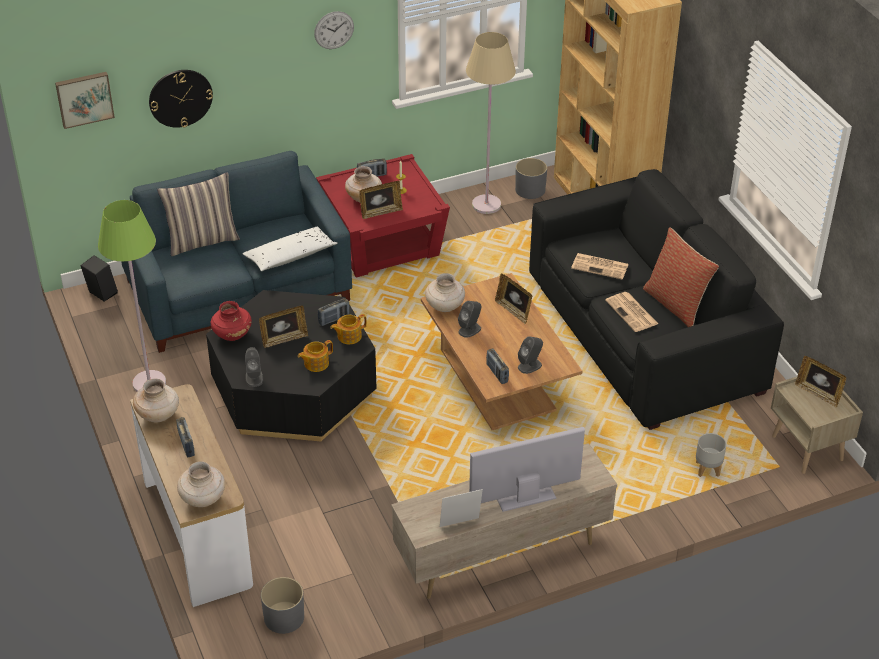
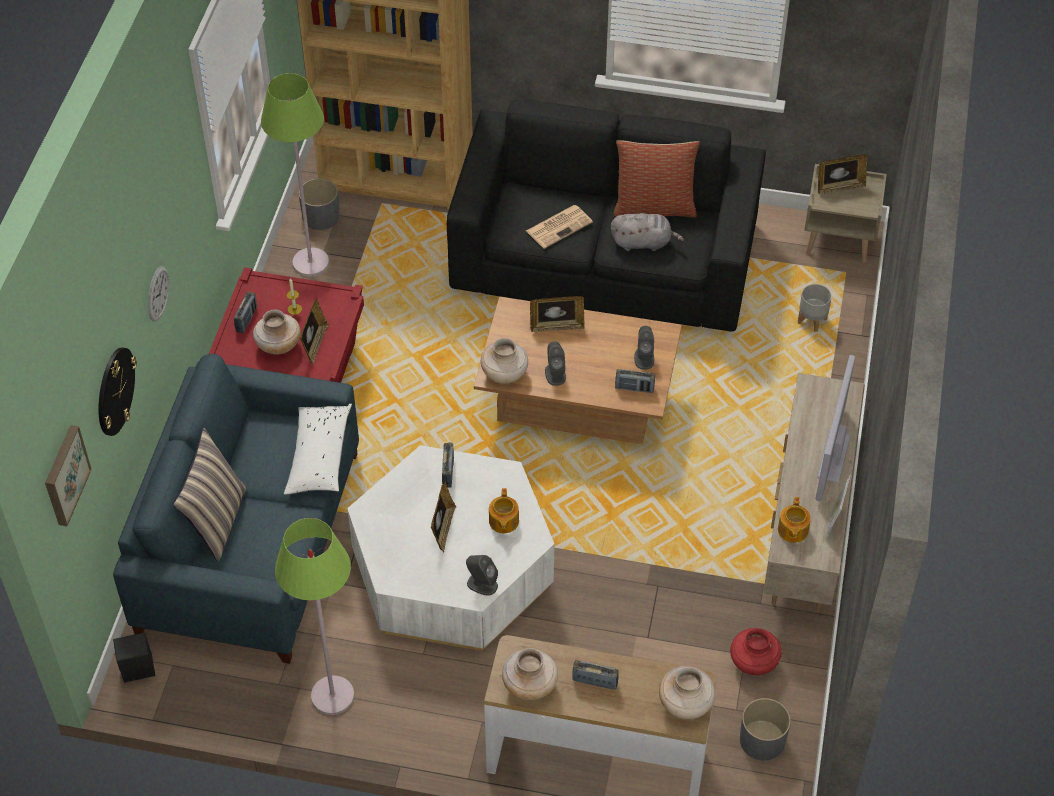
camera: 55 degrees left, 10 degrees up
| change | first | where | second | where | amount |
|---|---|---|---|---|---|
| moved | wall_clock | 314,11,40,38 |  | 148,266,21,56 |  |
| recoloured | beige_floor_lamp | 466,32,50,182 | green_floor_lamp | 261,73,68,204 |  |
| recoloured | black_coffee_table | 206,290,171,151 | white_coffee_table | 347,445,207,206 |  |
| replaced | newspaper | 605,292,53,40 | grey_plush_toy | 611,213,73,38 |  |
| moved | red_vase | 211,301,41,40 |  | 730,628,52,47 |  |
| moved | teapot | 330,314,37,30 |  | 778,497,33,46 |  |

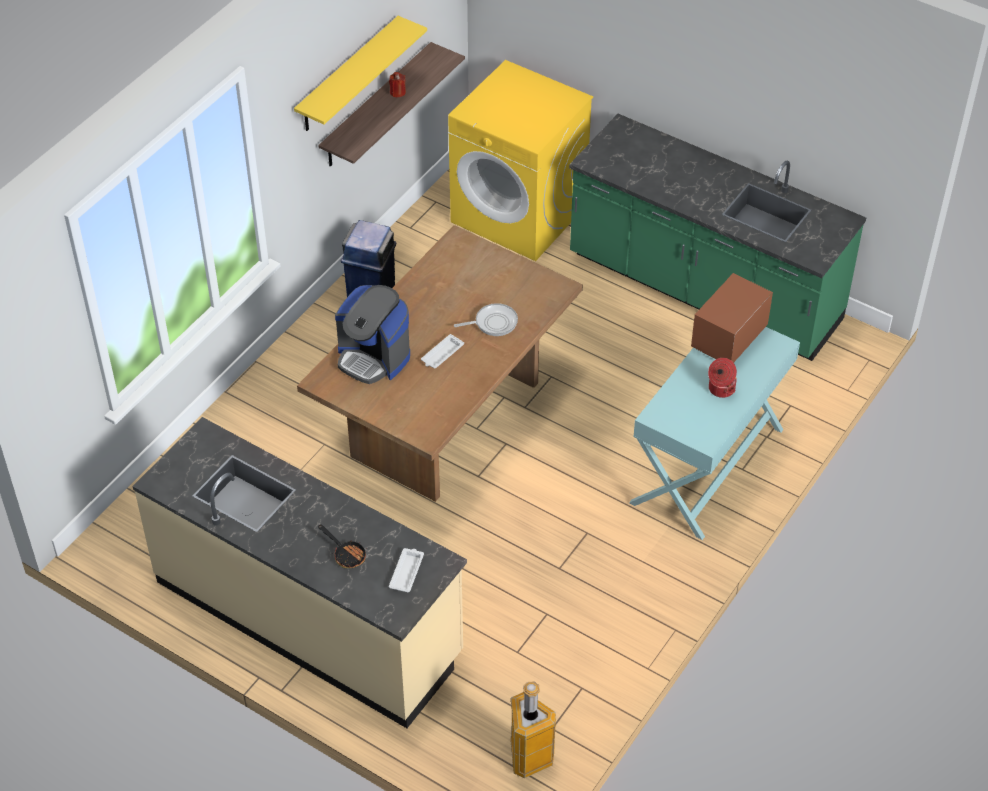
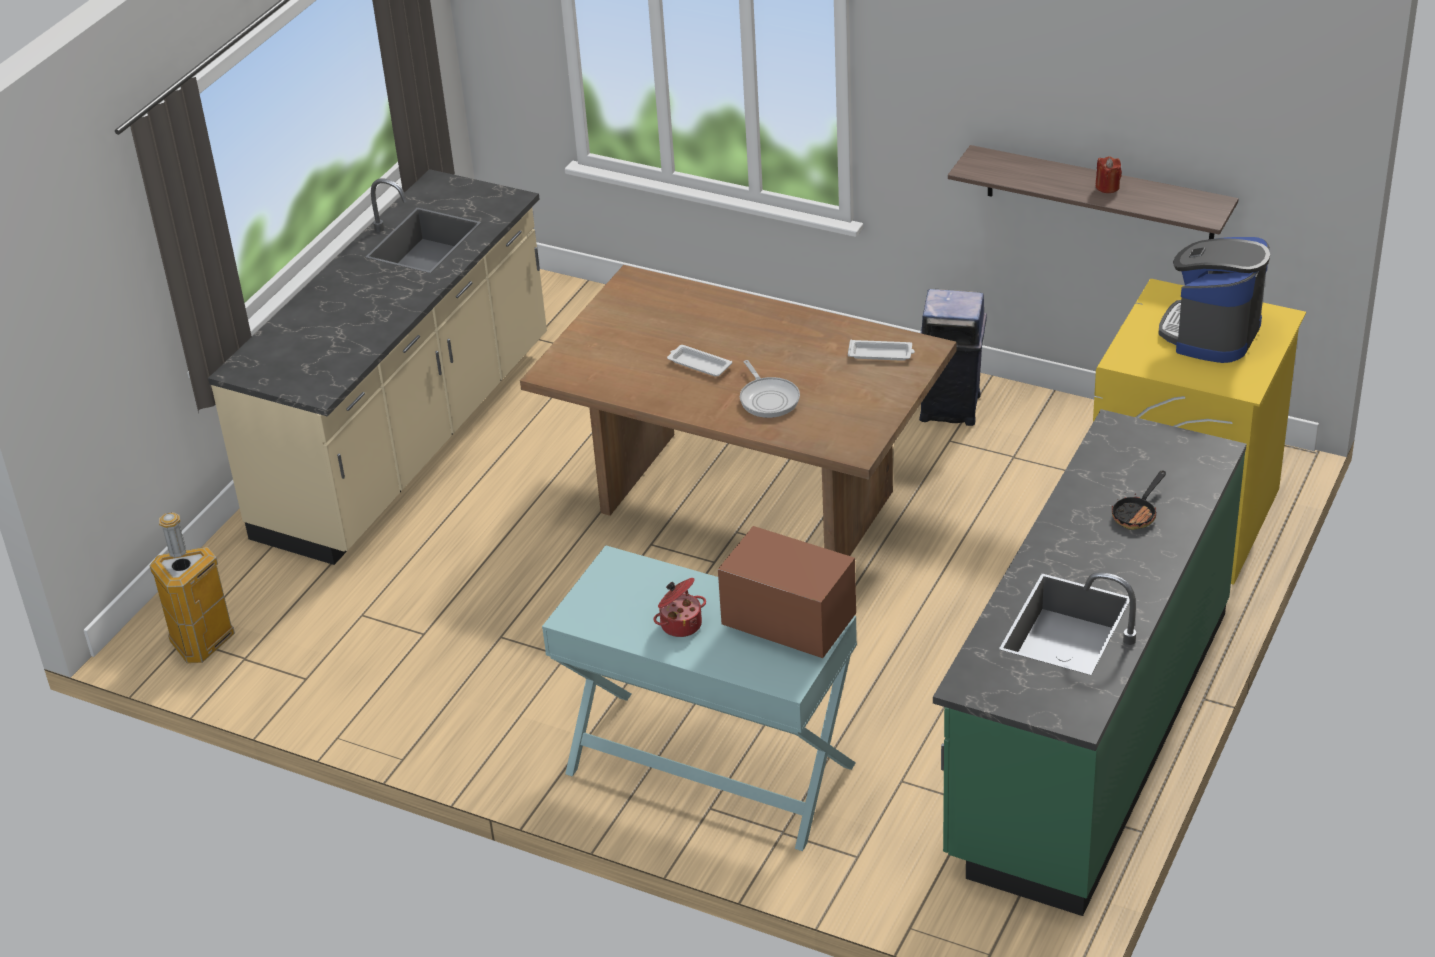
camera: 85 degrees right, 10 degrees down
| change | first | where | second | where | amount |
|---|---|---|---|---|---|
| removed | yellow_shelf | 294,16,133,115 |  |  |  |
| moved | coffee_machine | 335,285,75,99 |  | 1158,237,112,126 |  |
| moved | frying_pan | 318,524,48,44 |  | 1112,470,54,60 |  |
| moved | white_tray | 389,548,35,44 |  | 848,339,67,22 |  |

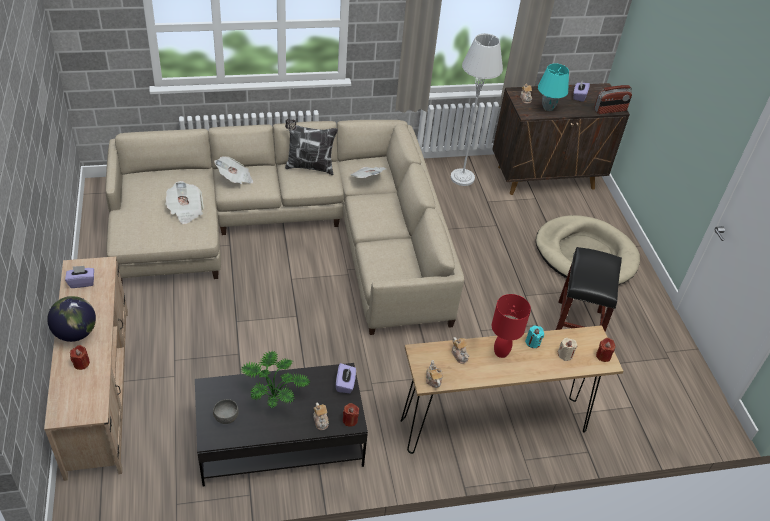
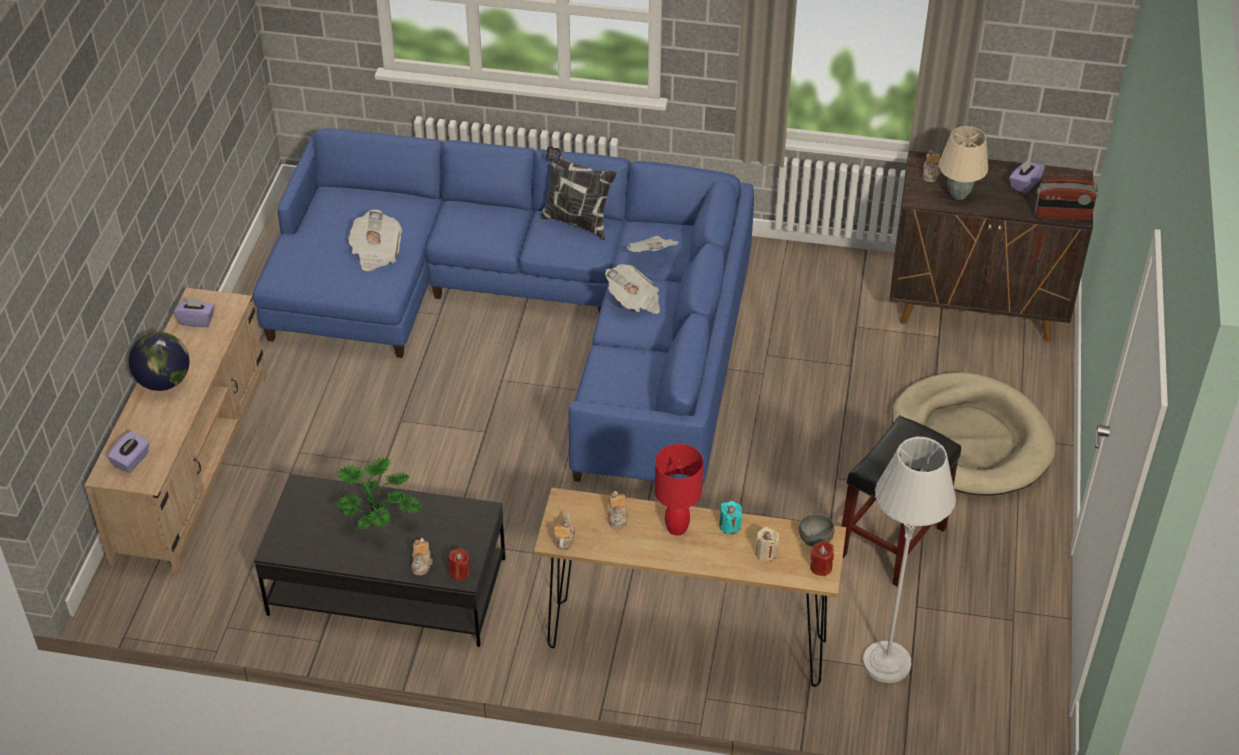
camera: 25 degrees right, 0 degrees up
| change | first | where | second | where | amount |
|---|---|---|---|---|---|
| moved | grey_floor_lamp | 451,33,52,153 |  | 863,437,93,246 |  |
| recoloured | turquoise_table_lamp | 538,64,31,47 | beige_table_lamp | 939,126,49,74 |  |
| recoloured | beige_sofa | 105,120,359,215 | blue_sofa | 253,128,501,357 |  |
| moved | newspaper | 214,156,40,28 |  | 605,264,55,50 |  |
| removed | red_candle | 70,345,20,25 |  |  |  |
| moved | purple_tissue_box | 336,363,20,30 |  | 107,431,43,42 |  |
| moved | grey_bowl | 213,399,26,25 |  | 799,514,35,33 |  |

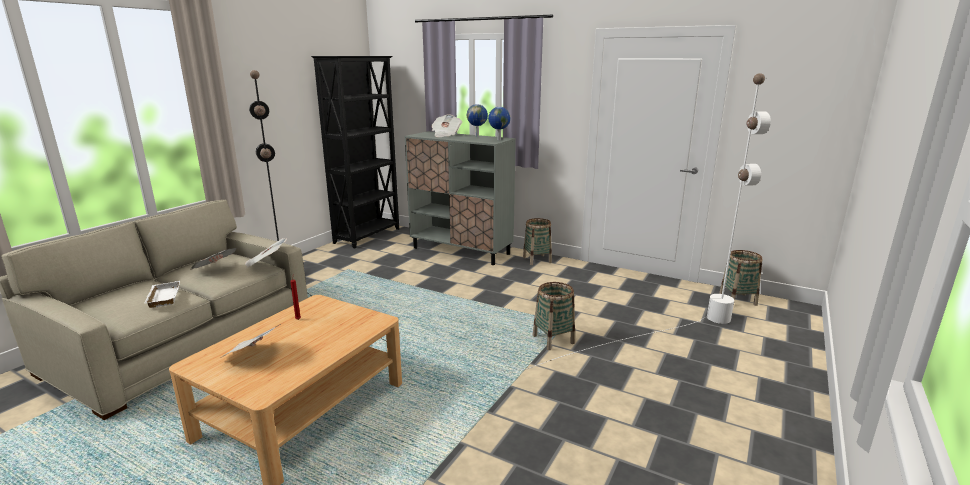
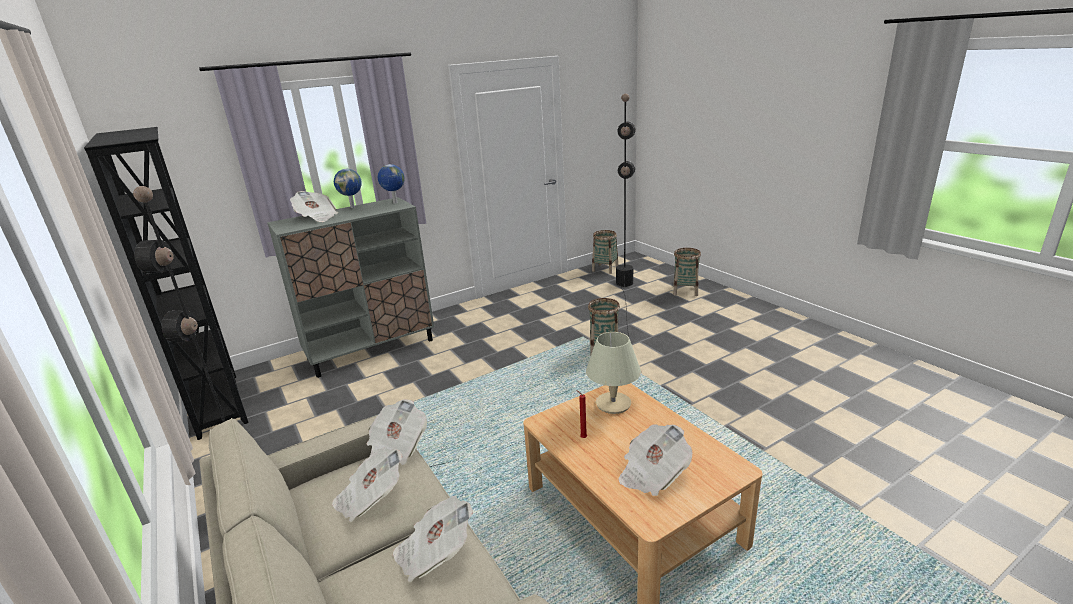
camera: 60 degrees left, 5 degrees up
| change | first | where | second | where | amount |
|---|---|---|---|---|---|
| recoloured | white_floor_lamp | 527,73,244,296 | black_floor_lamp | 616,93,26,280 |  |
| moved | basket | 523,218,29,47 |  | 673,248,28,48 |  |
| replaced | white_tray | 144,281,36,27 | newspaper | 393,496,80,86 |  |
| added |  |  | beige_table_lamp | 586,332,55,82 |  |

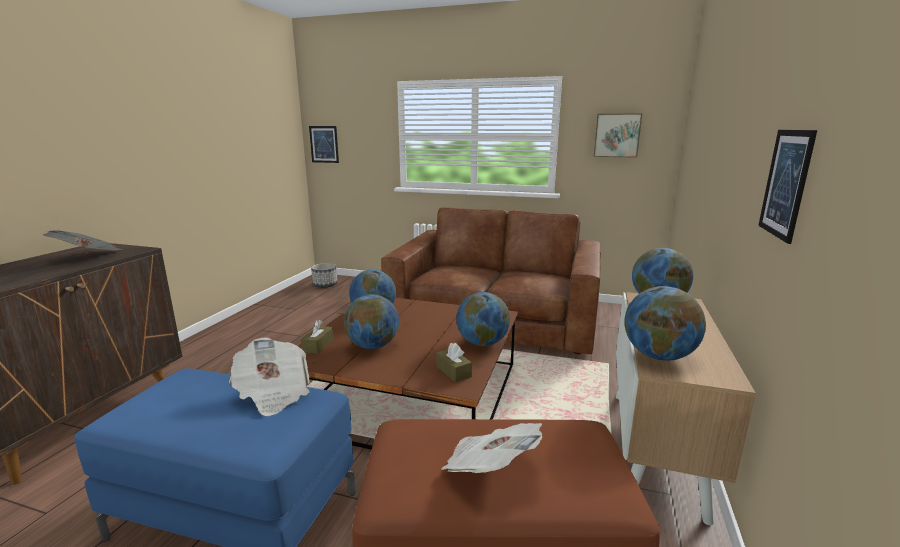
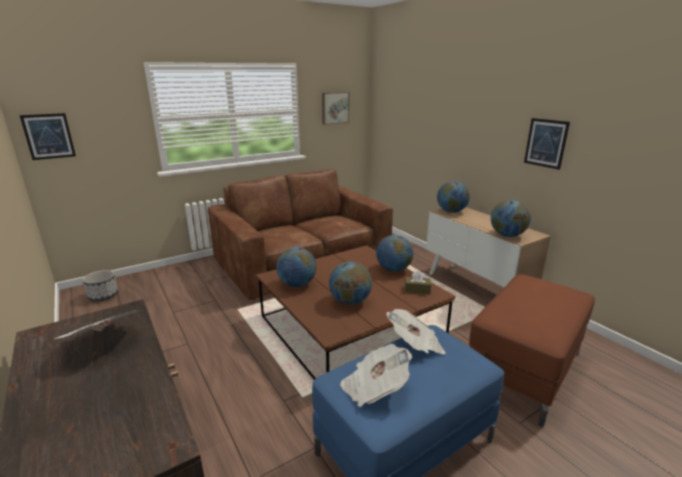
camera: 50 degrees left, 5 degrees up
| change | first | where | second | where | amount |
|---|---|---|---|---|---|
| removed | brown_tissue_box | 301,320,33,34 |  |  |  |
| moved | newspaper | 441,423,101,50 |  | 340,344,72,63 |  |

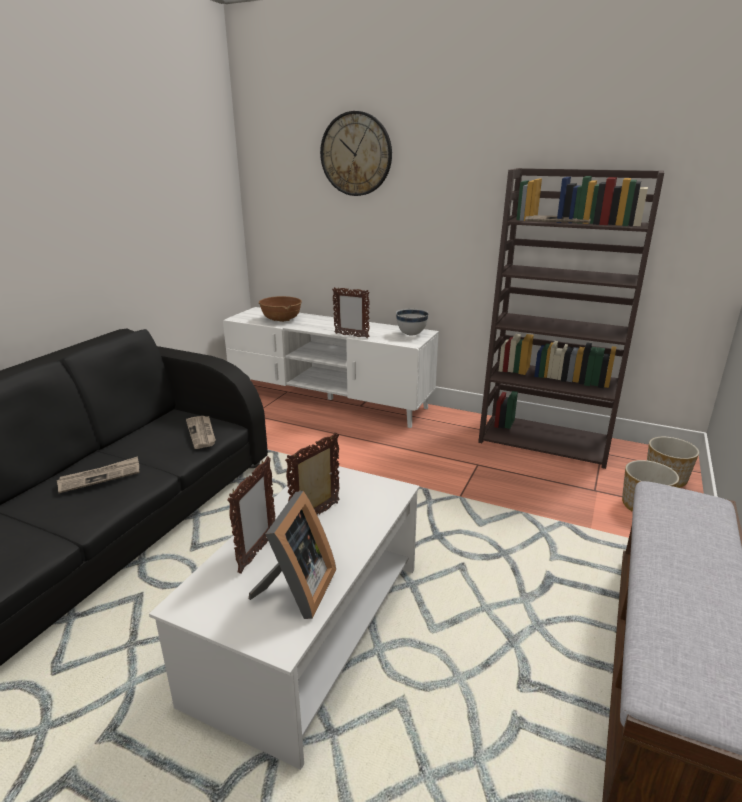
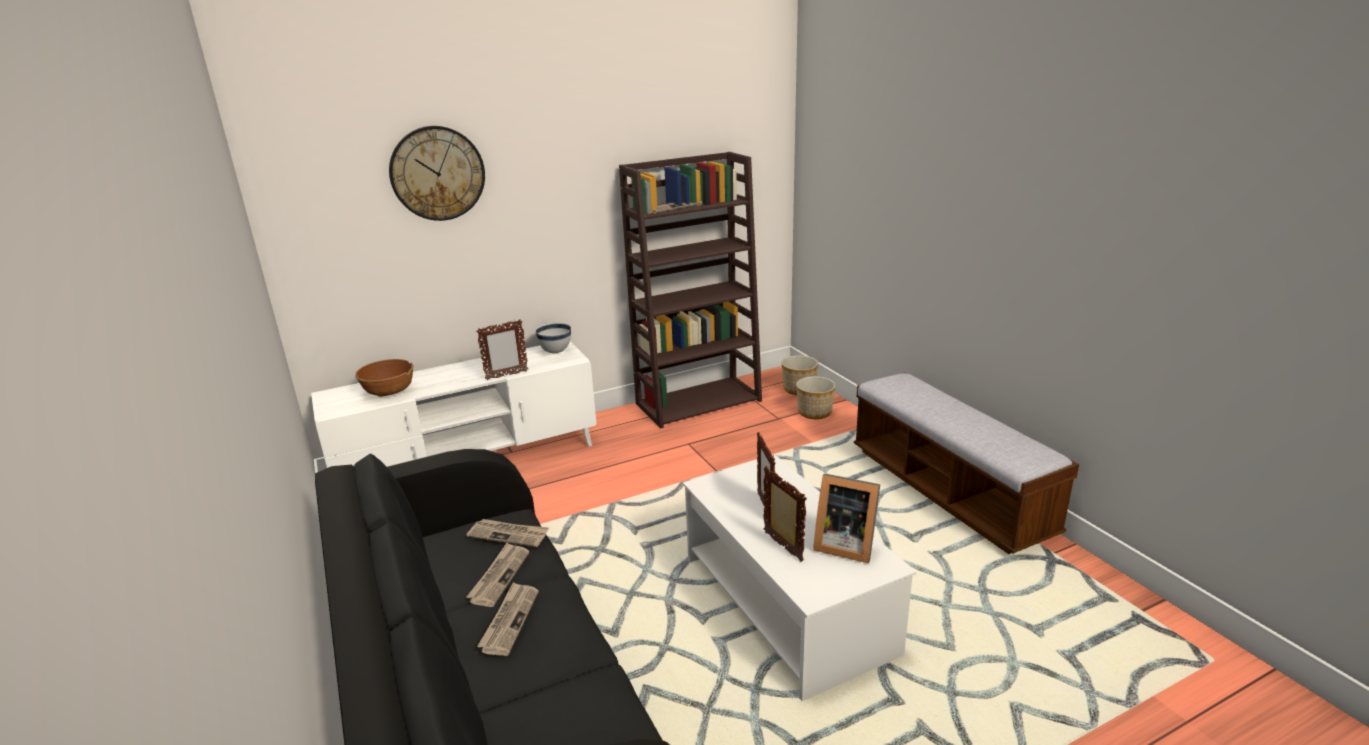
camera: 50 degrees left, 0 degrees up
| change | first | where | second | where | amount |
|---|---|---|---|---|---|
| turned | picture_frame | 249,491,87,128 |  | 813,474,67,89 | 150 degrees clockwise |
| added |  |  | newspaper | 466,543,63,64 |  |

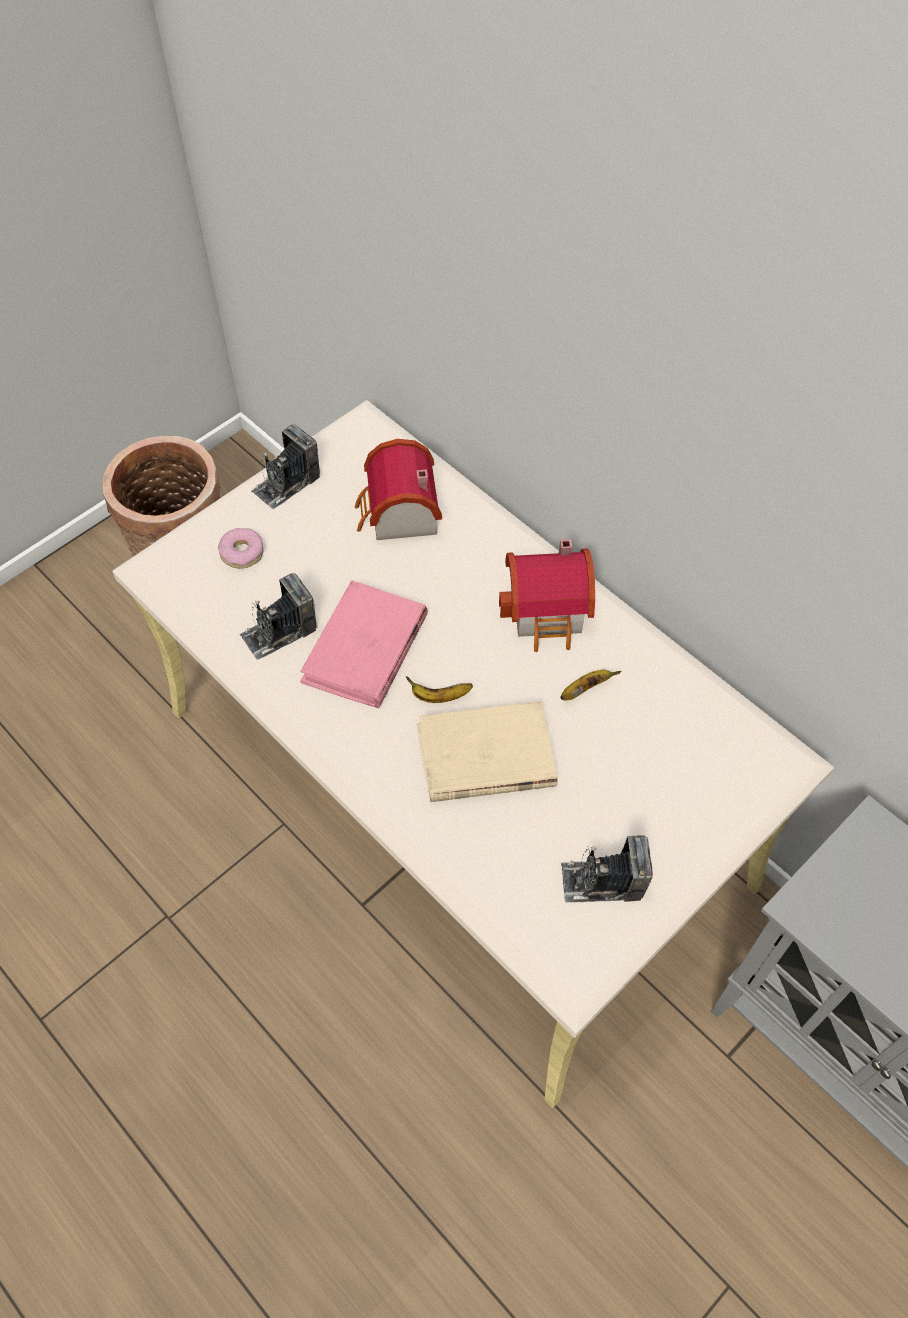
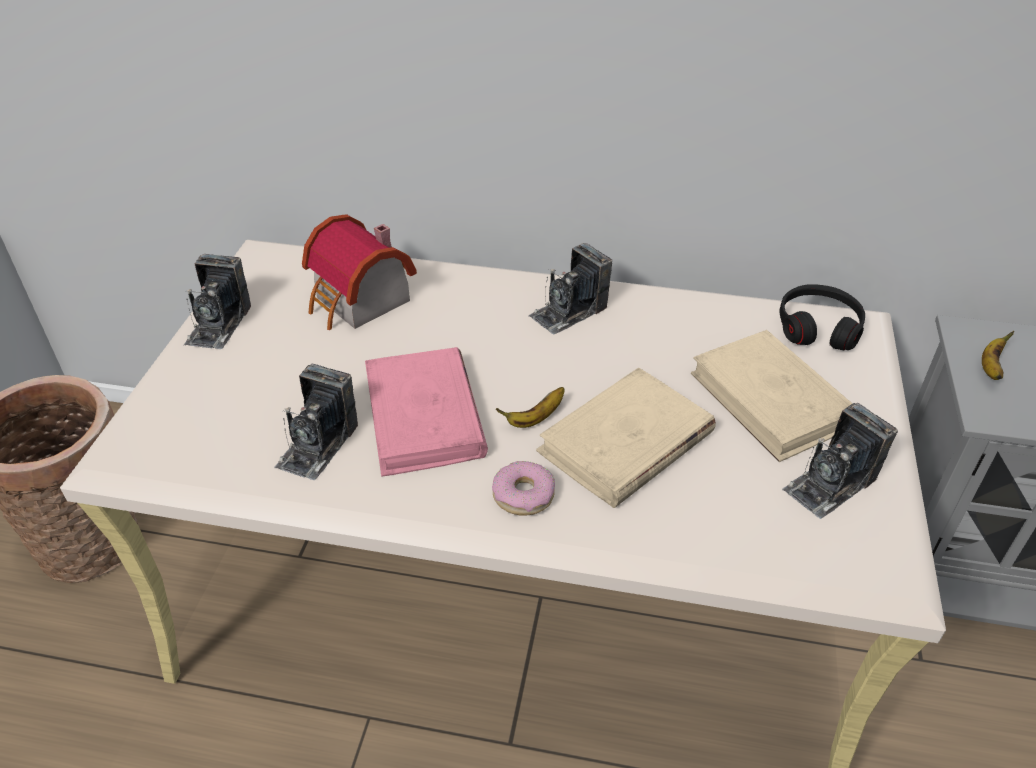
camera: 35 degrees left, 15 degrees down
| change | first | where | second | where | amount |
|---|---|---|---|---|---|
| moved | donut | 218,528,46,41 |  | 492,461,63,55 |  |
| replaced | toy_house | 499,539,96,113 | photo_camera | 528,243,84,91 |  |
| moved | banana | 560,670,62,31 |  | 982,330,32,50 |  |
| added |  |  | black_headphones | 780,284,85,66 |  |
| added |  |  | beige_book | 691,330,162,132 |  |

